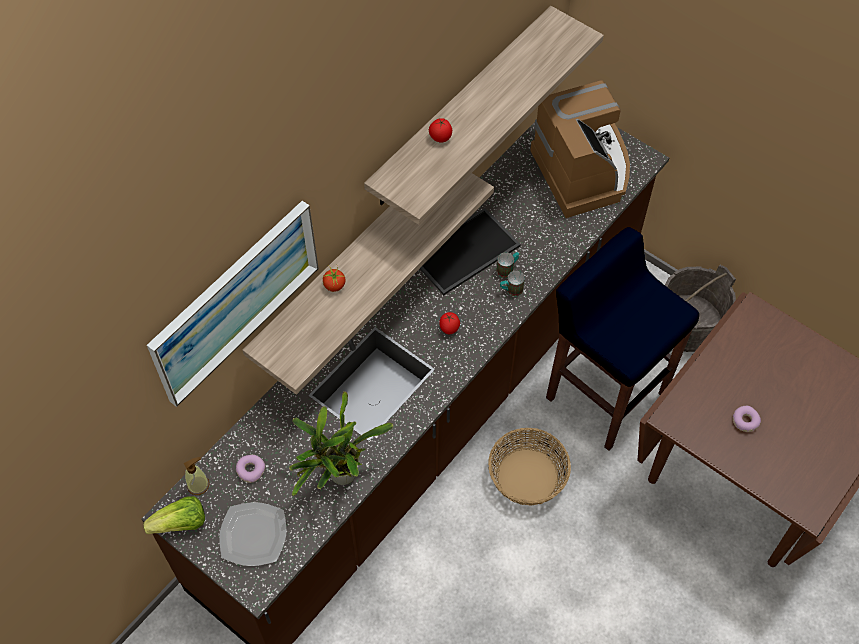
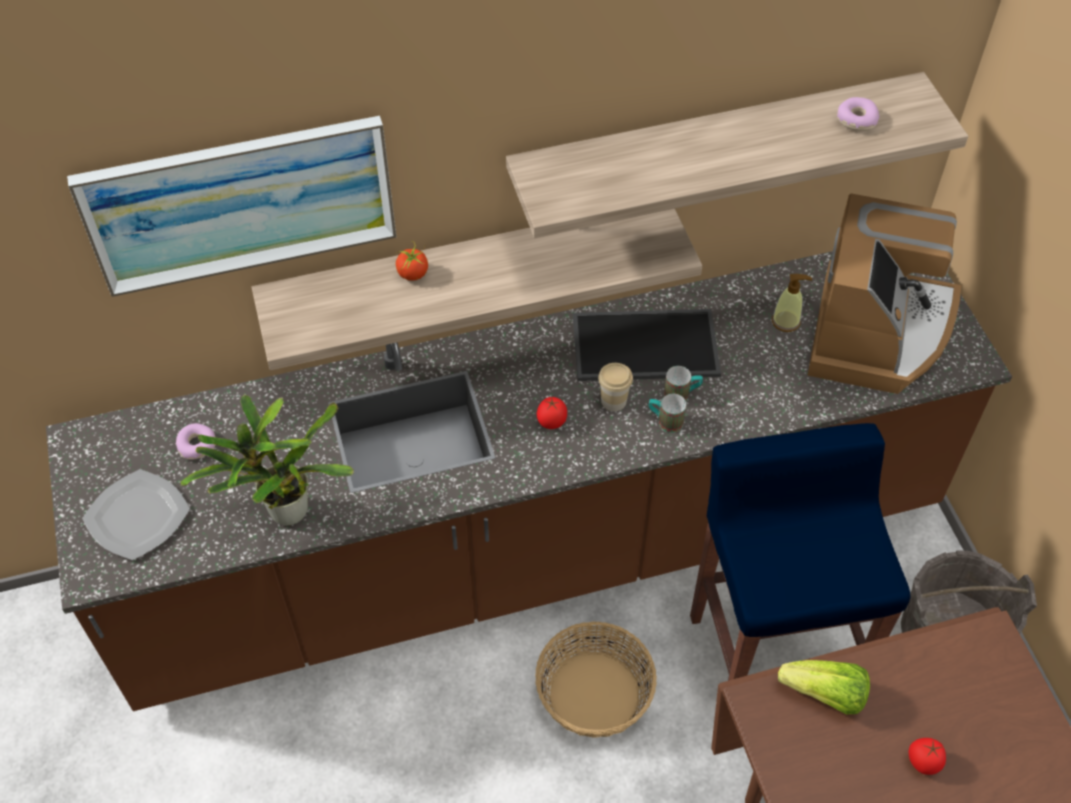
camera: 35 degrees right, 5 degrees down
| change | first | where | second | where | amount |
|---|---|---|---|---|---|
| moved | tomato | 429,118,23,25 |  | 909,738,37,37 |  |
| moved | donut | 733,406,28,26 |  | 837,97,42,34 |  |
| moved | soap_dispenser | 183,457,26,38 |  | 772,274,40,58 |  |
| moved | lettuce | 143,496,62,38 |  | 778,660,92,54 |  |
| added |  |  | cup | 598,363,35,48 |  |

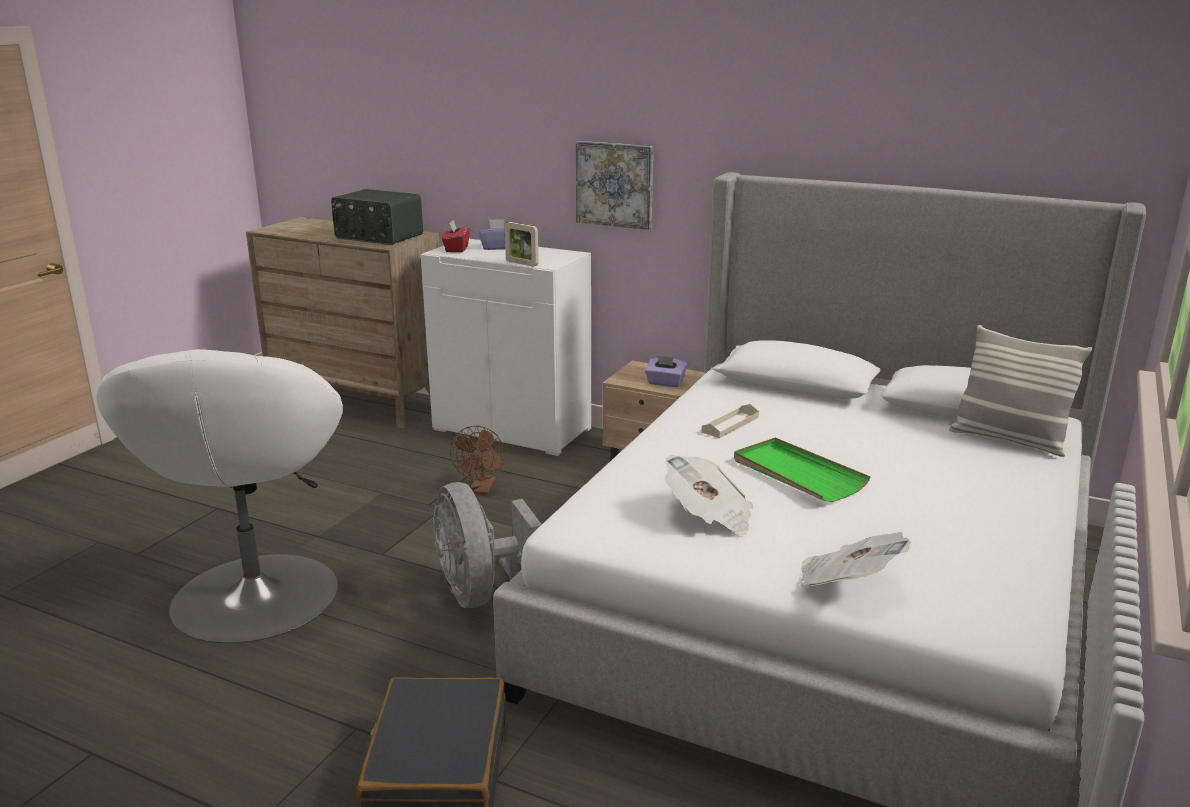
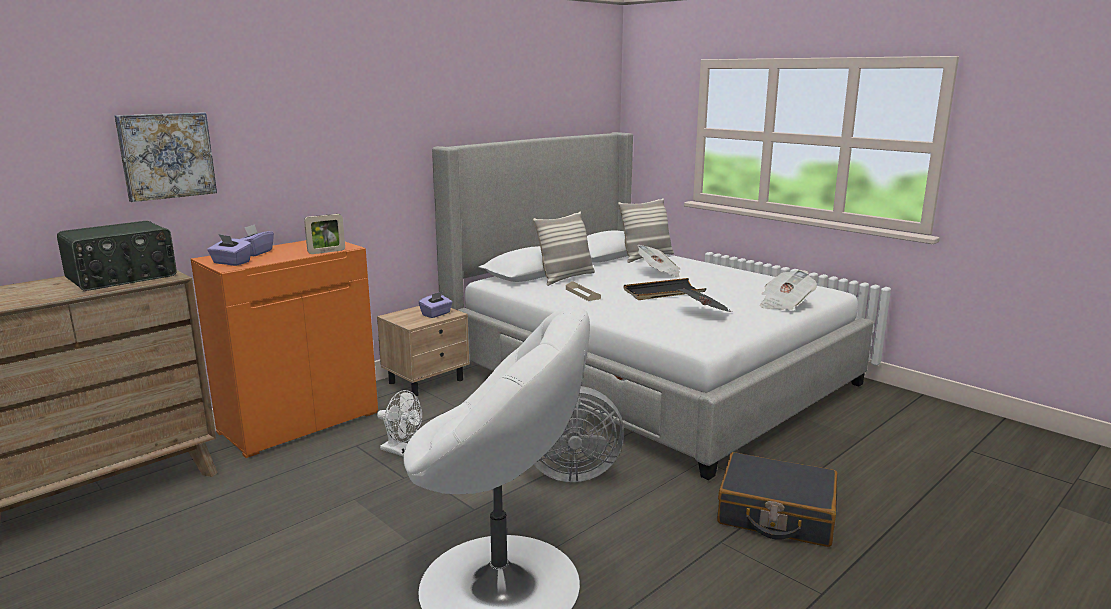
camera: 70 degrees left, 5 degrees down
| change | first | where | second | where | amount |
|---|---|---|---|---|---|
| moved | picture | 576,141,77,89 |  | 115,112,102,90 |  |
| recoloured | red_tissue_box | 442,220,28,32 | purple_tissue_box | 207,234,45,32 |  |
| recoloured | white_cabinet | 421,239,170,217 | orange_cabinet | 191,240,187,218 |  |
| recoloured | brown_fan | 450,426,55,68 | white_fan | 377,390,45,66 |  |
| recoloured | green_tray | 734,438,137,64 | black_tray | 624,278,83,22 |  |
| added |  |  | pillow | 533,212,62,74 |  |
| added |  |  | newspaper | 637,245,43,33 |  |

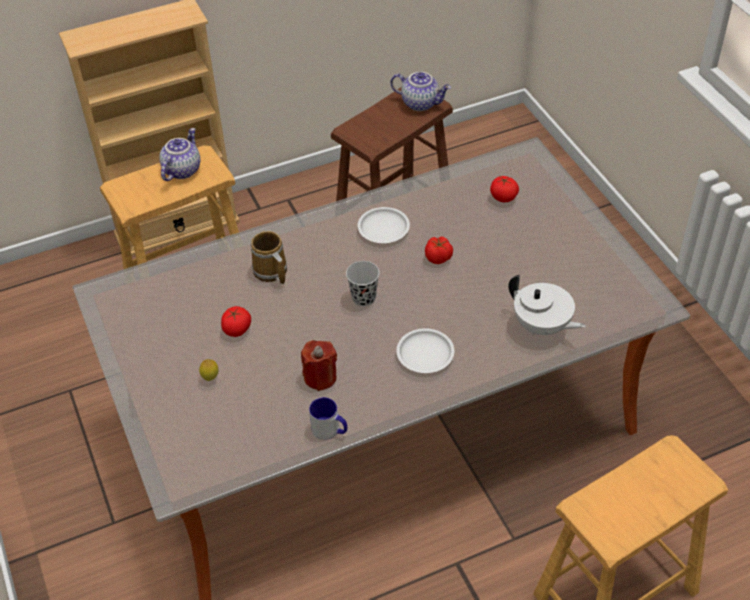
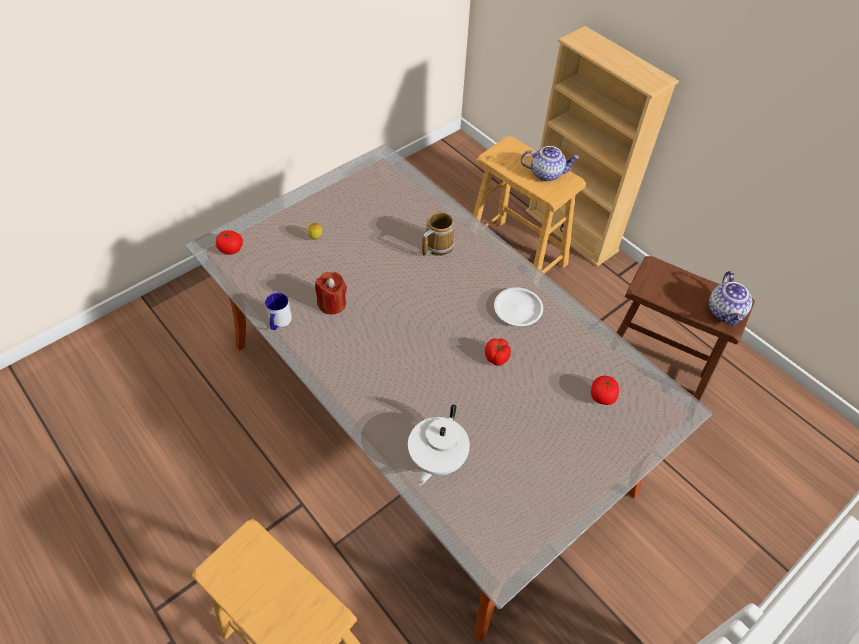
camera: 70 degrees right, 5 degrees up
| change | first | where | second | where | amount |
|---|---|---|---|---|---|
| removed | black_cup | 346,261,34,45 |  |  |  |
| moved | tomato | 221,306,30,31 |  | 216,230,27,25 |  |
| removed | white_plate | 396,328,58,45 |  |  |  |

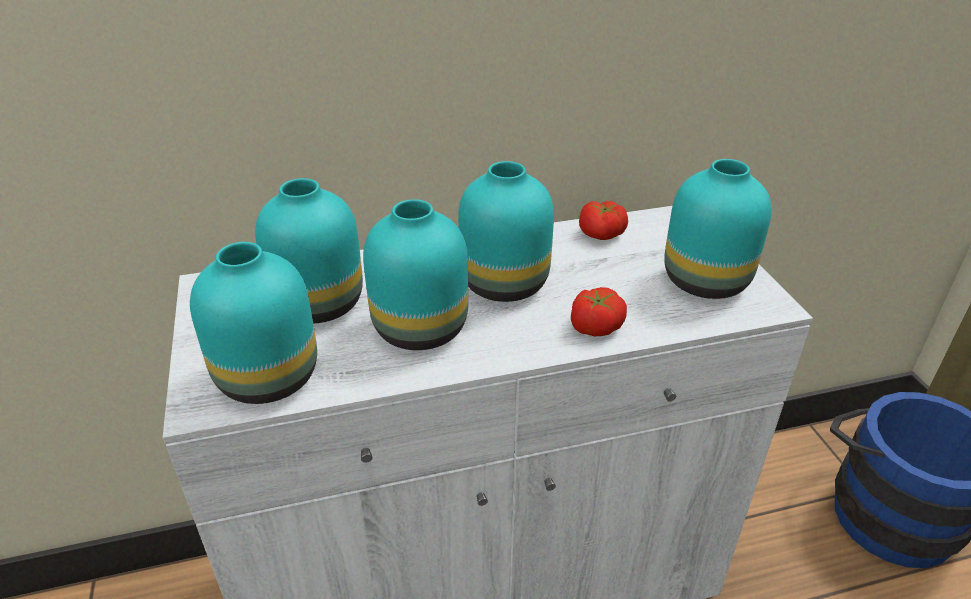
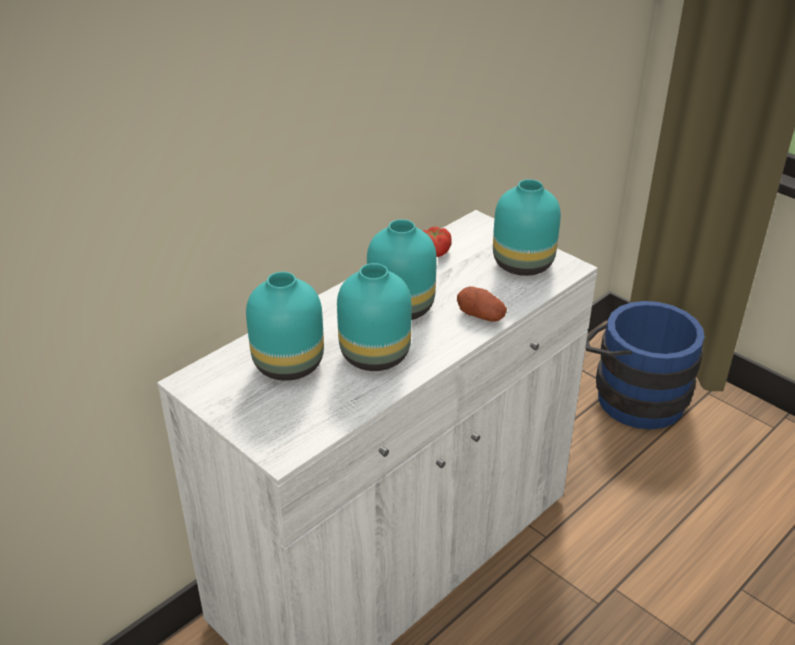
camera: 30 degrees left, 0 degrees up
| change | first | where | second | where | amount |
|---|---|---|---|---|---|
| removed | turquoise_vase | 190,242,127,162 |  |  |  |
| replaced | tomato | 571,287,56,49 | potato | 457,286,50,36 |  |

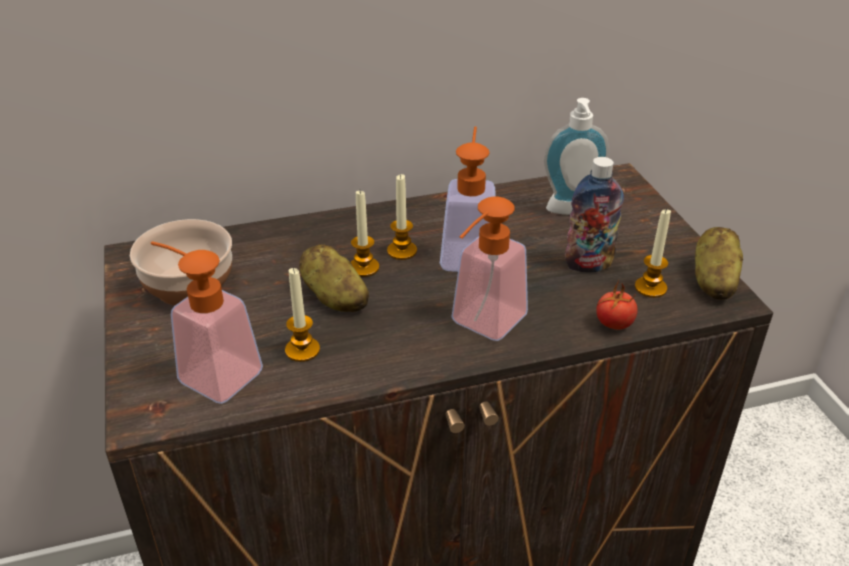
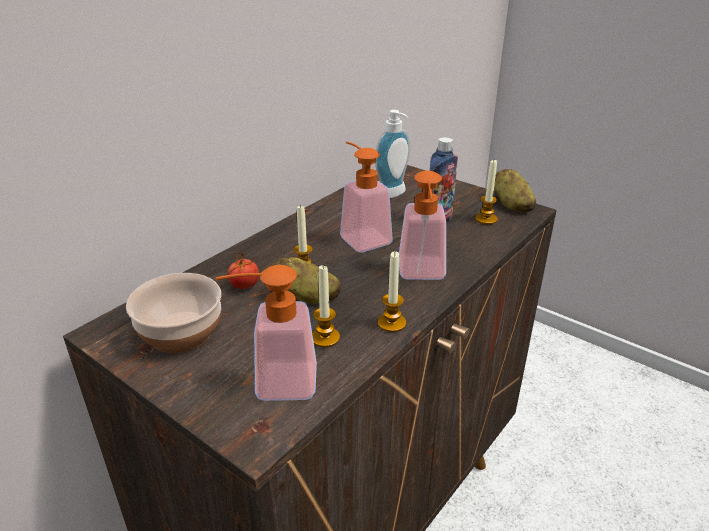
camera: 35 degrees left, 5 degrees down
| change | first | where | second | where | amount |
|---|---|---|---|---|---|
| moved | candle | 387,174,30,86 |  | 378,251,28,81 |  |
| moved | tomato | 596,279,42,51 |  | 228,252,31,37 |  |

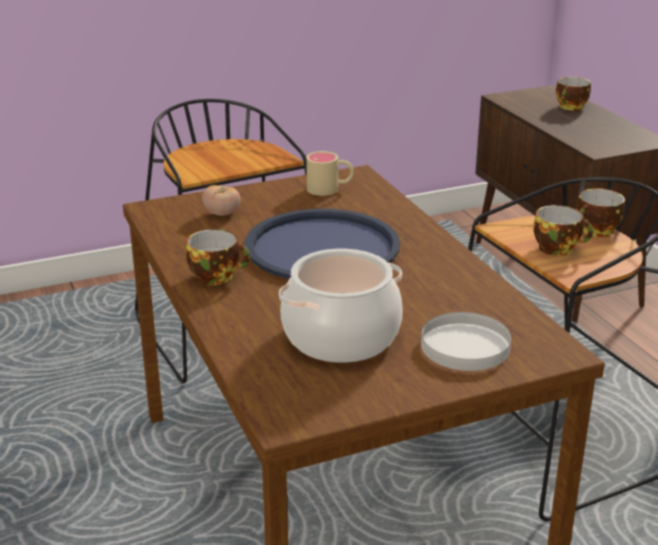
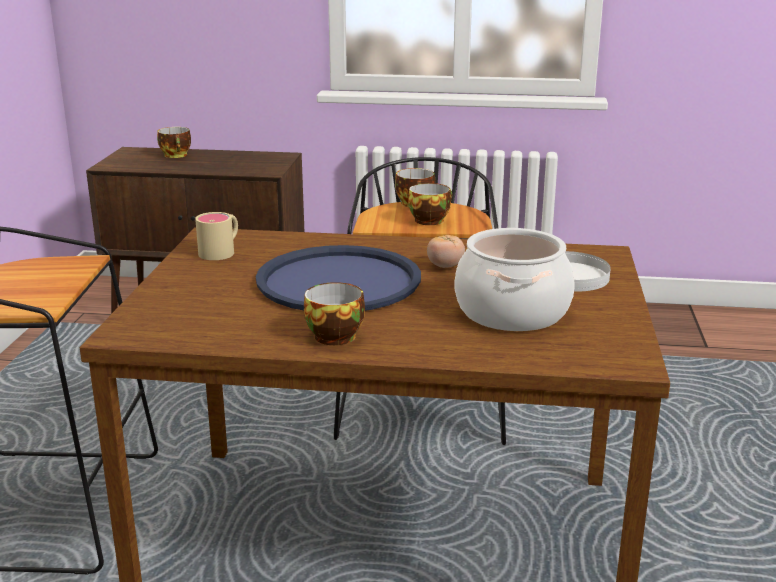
camera: 60 degrees left, 5 degrees down
| change | first | where | second | where | amount |
|---|---|---|---|---|---|
| moved | tomato | 202,185,39,31 |  | 427,235,38,33 |  |

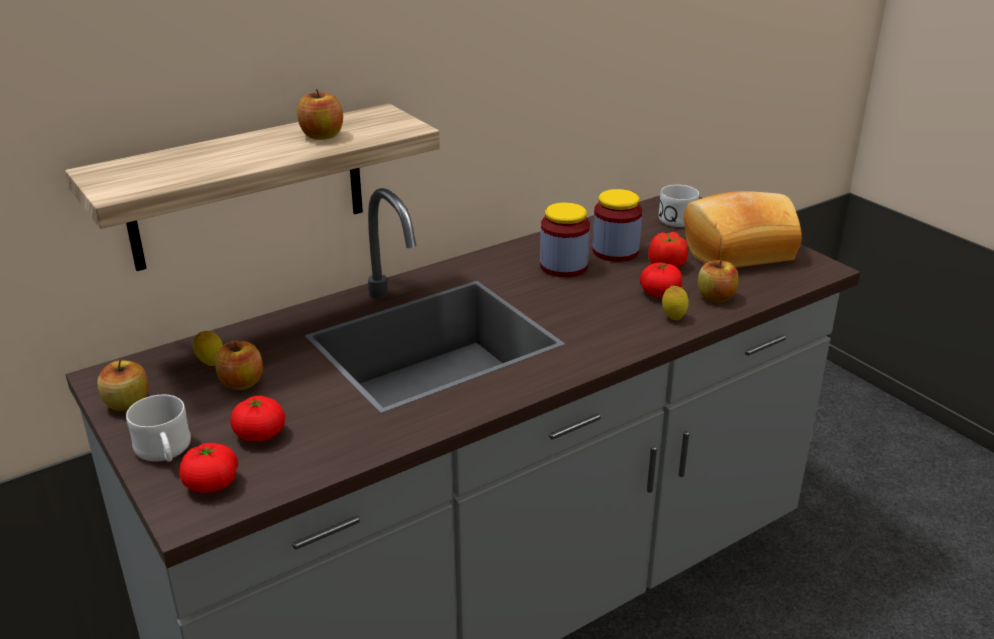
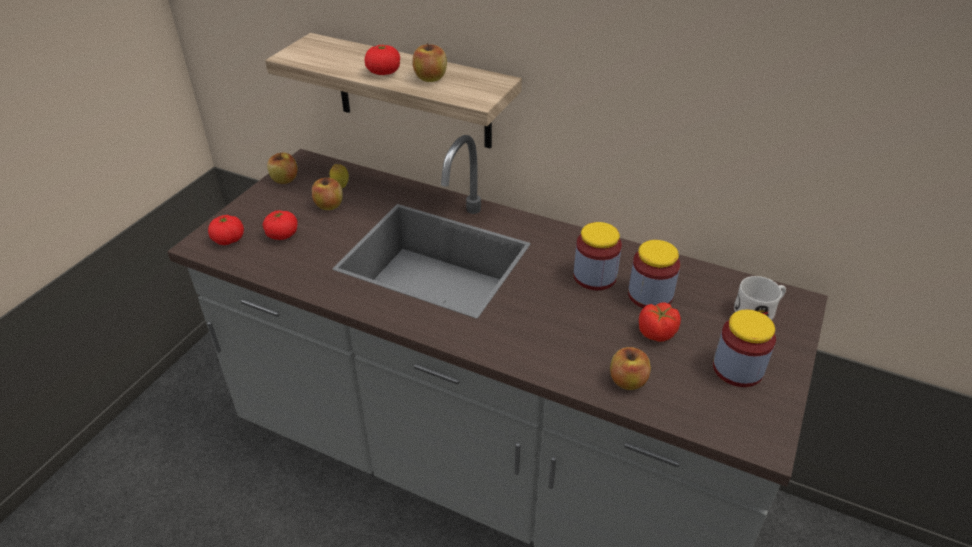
camera: 60 degrees right, 10 degrees up
| change | first | where | second | where | amount |
|---|---|---|---|---|---|
| replaced | bread | 684,191,118,77 | jar | 713,309,63,78 |  |
| moved | tomato | 640,263,42,35 |  | 365,45,35,30 |  |
| removed | lemon | 662,286,27,35 |  |  |  |
| removed | white_mug | 126,395,65,67 |  |  |  |

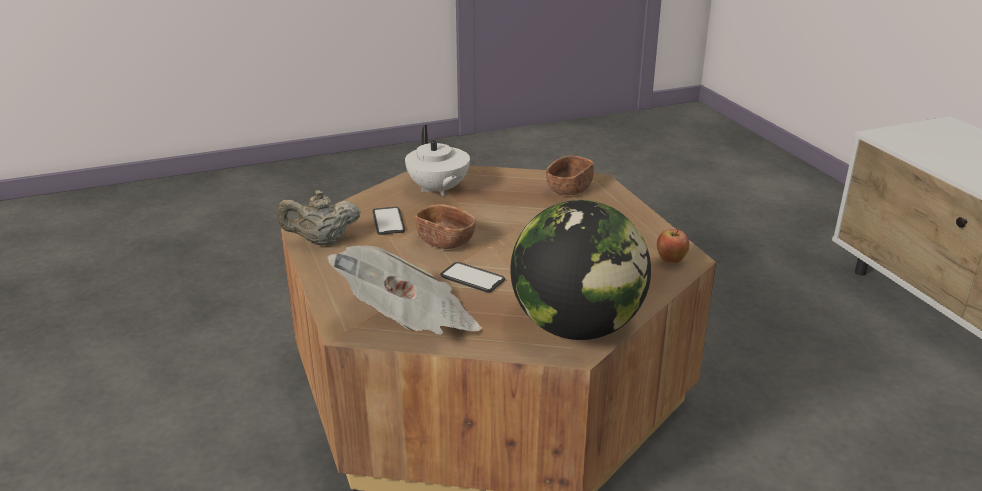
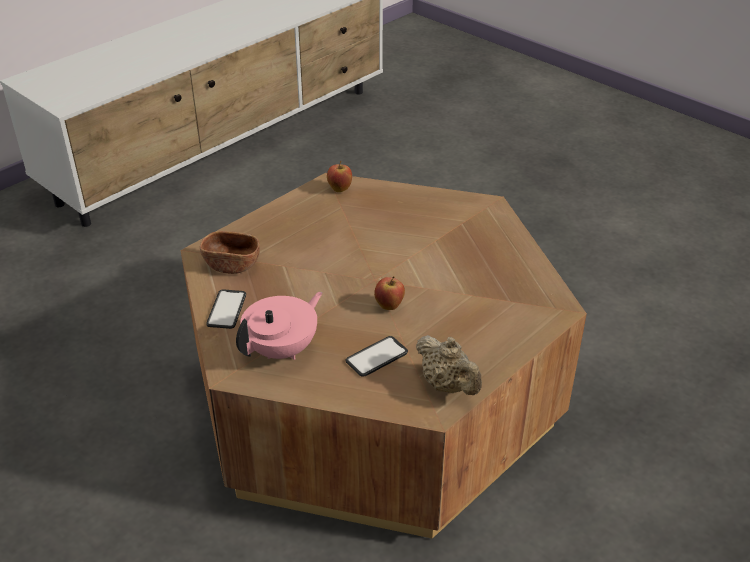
camera: 115 degrees left, 10 degrees up
| change | first | where | second | where | amount |
|---|---|---|---|---|---|
| recoloured | white_teapot | 405,125,65,72 | pink_teapot | 236,292,86,68 |  |
| removed | globe | 511,200,140,140 |  |  |  |
| replaced | brown_bowl | 415,204,61,45 | apple | 374,276,31,34 |  |
| removed | newspaper | 327,245,155,90 |  |  |  |
| moved | phone | 440,262,65,30 |  | 206,289,40,40 |  |

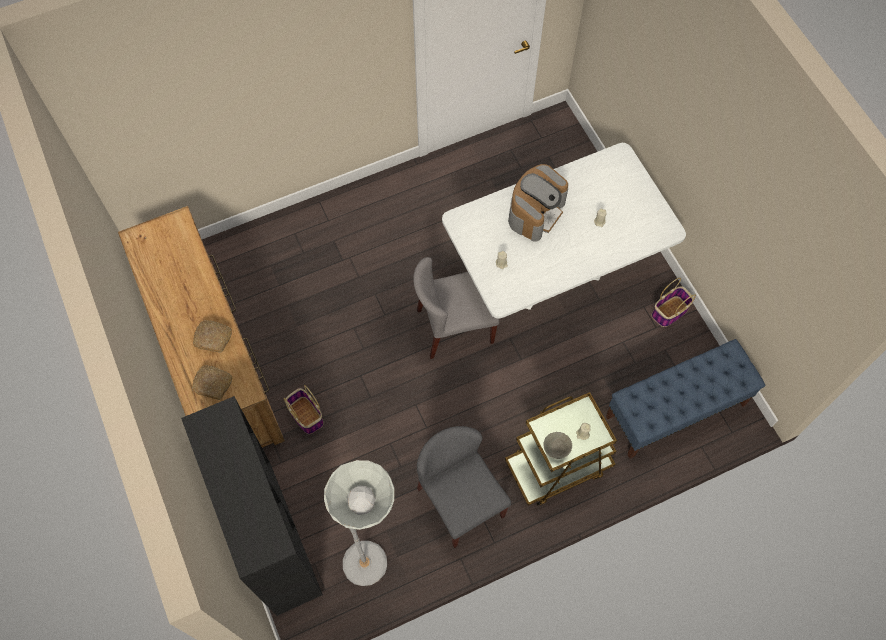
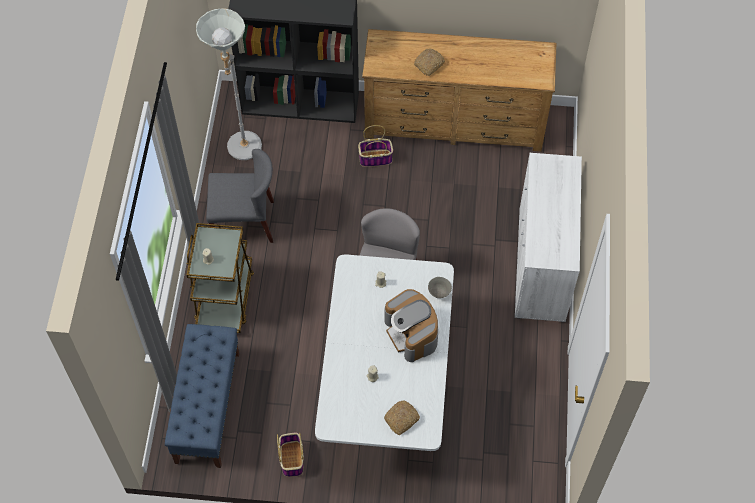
camera: 120 degrees right, 5 degrees down
| change | first | where | second | where | amount |
|---|---|---|---|---|---|
| moved | bread | 192,365,40,35 |  | 384,400,36,35 |  |
| moved | grey_bowl | 543,432,29,27 |  | 428,277,24,21 |  |
| added |  |  | white_cabinet | 515,153,67,169 |  |

